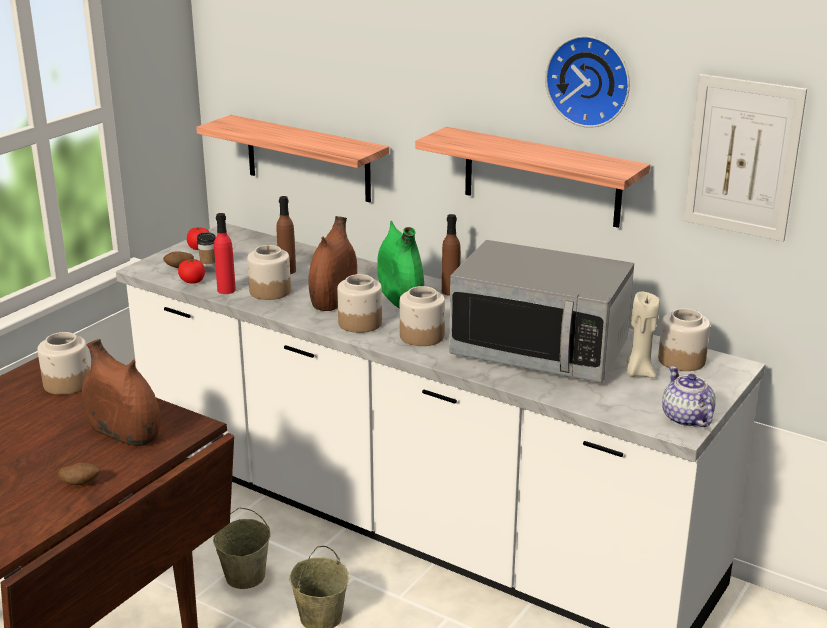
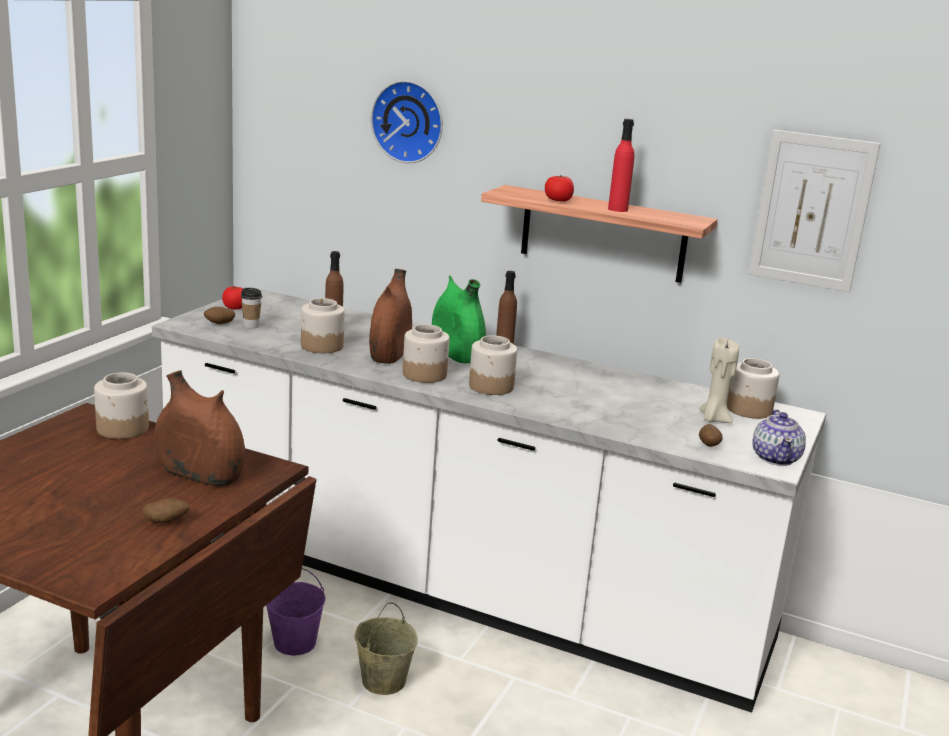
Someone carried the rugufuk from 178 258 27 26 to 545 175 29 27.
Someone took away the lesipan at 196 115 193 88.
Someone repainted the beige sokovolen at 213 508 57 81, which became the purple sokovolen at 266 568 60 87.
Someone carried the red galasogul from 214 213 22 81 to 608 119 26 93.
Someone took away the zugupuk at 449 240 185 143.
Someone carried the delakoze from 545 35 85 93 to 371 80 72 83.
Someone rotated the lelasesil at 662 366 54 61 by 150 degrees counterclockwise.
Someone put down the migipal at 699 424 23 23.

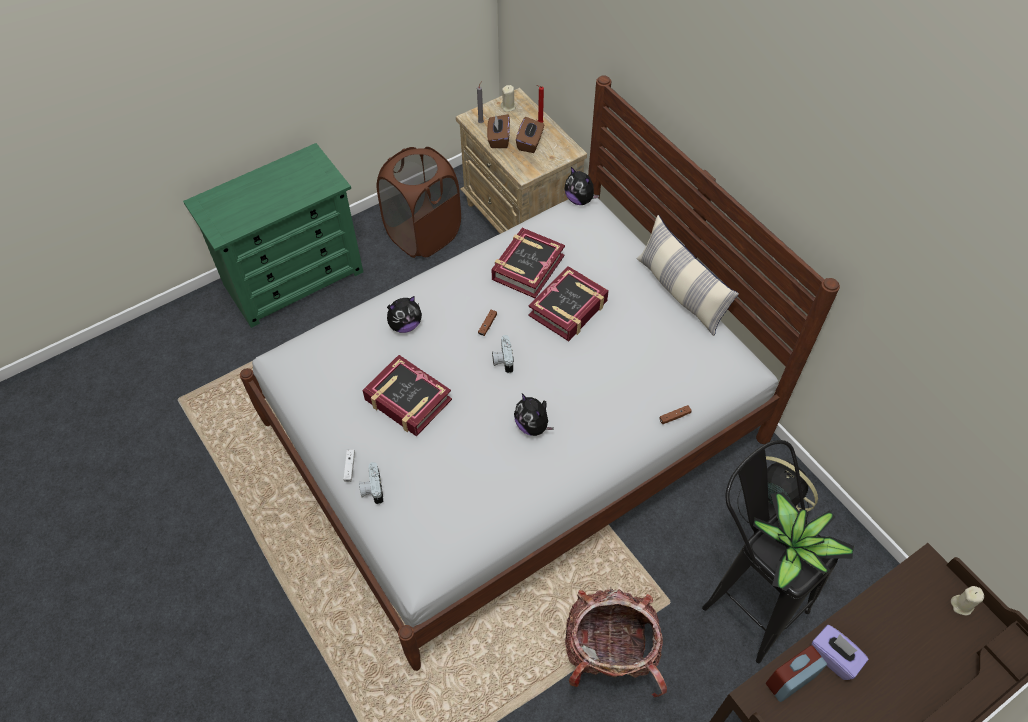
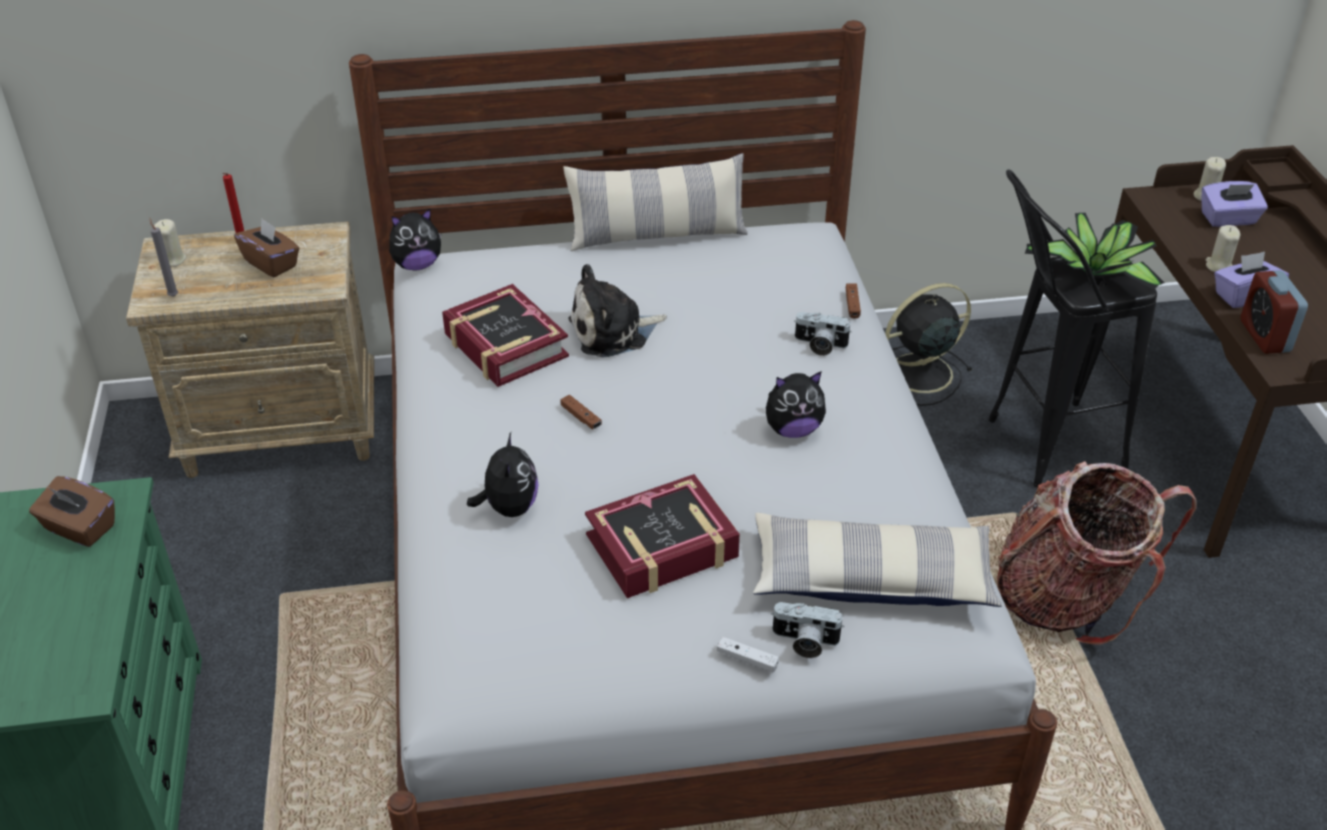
Someone took away the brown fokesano at 376 147 85 111.
Someone carried the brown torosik from 487 114 23 34 to 29 476 86 71.
Someone carried the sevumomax from 492 335 22 38 to 794 312 58 44.
Someone swapped the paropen at 528 266 81 75 for the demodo at 568 264 99 94.
Someone put down the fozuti at 753 513 249 94.
Someone put down the purple torosik at 1202 181 66 46.
Someone put down the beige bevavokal at 1205 225 35 47.

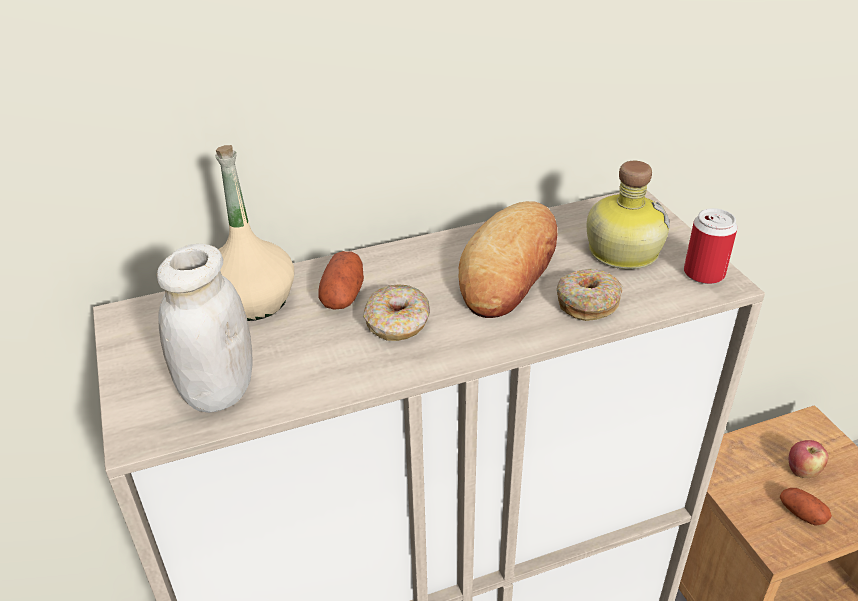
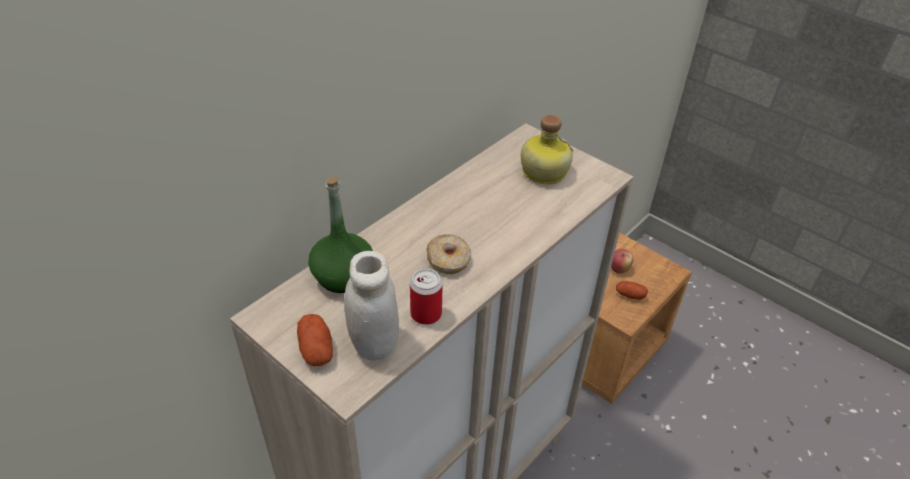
Someone repainted the beige galasogul at 215 145 79 176, which became the green galasogul at 308 177 65 116.
Someone carried the migipal from 318 251 46 59 to 297 314 36 53.
Someone took away the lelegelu at 458 201 99 117.
Someone took away the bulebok at 557 269 66 52.
Someone carried the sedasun from 684 208 54 76 to 410 269 33 56.

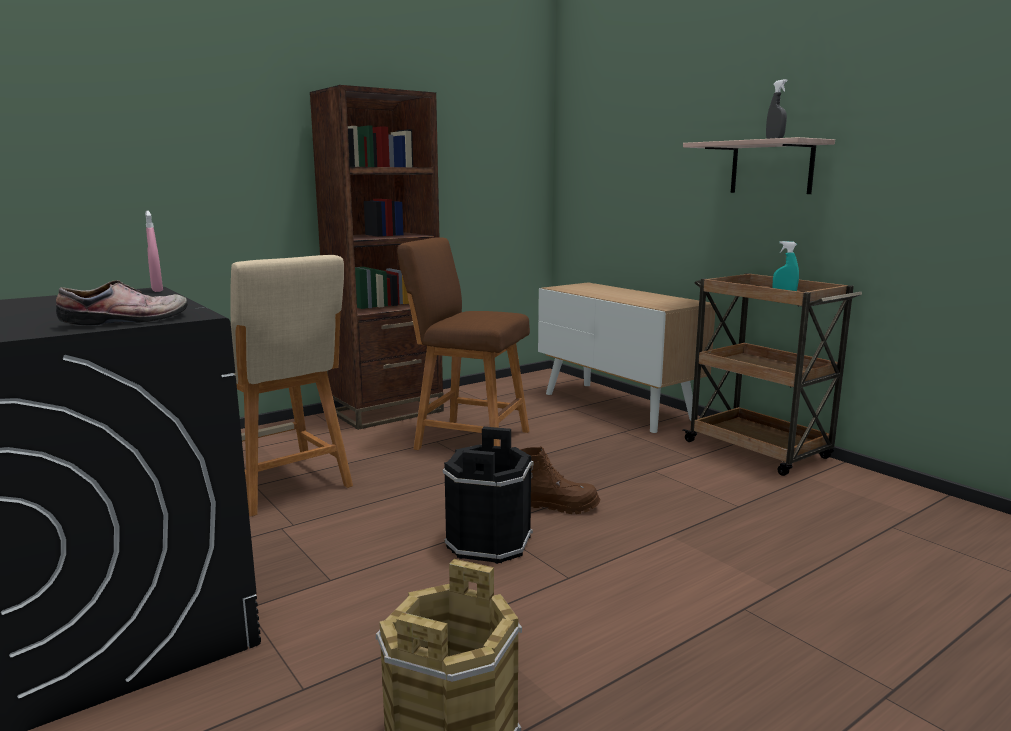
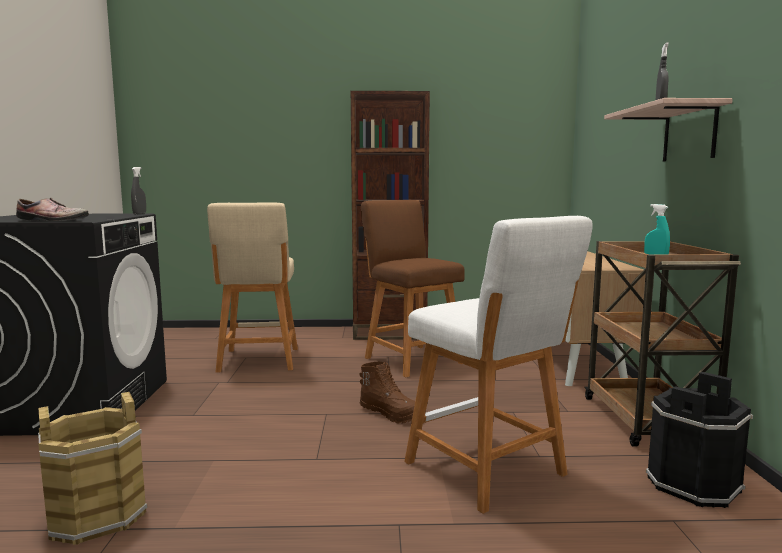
Someone repainted the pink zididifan at 145 211 18 81, which became the grey zididifan at 131 167 15 47.
Someone carried the black sokovolen from 443 427 91 137 to 646 372 107 136.
Someone put down the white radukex at 404 216 189 298.

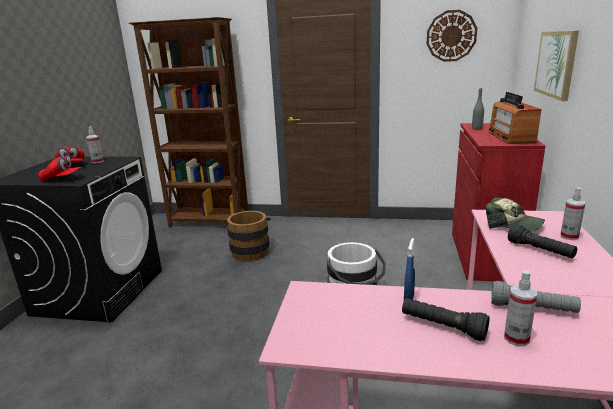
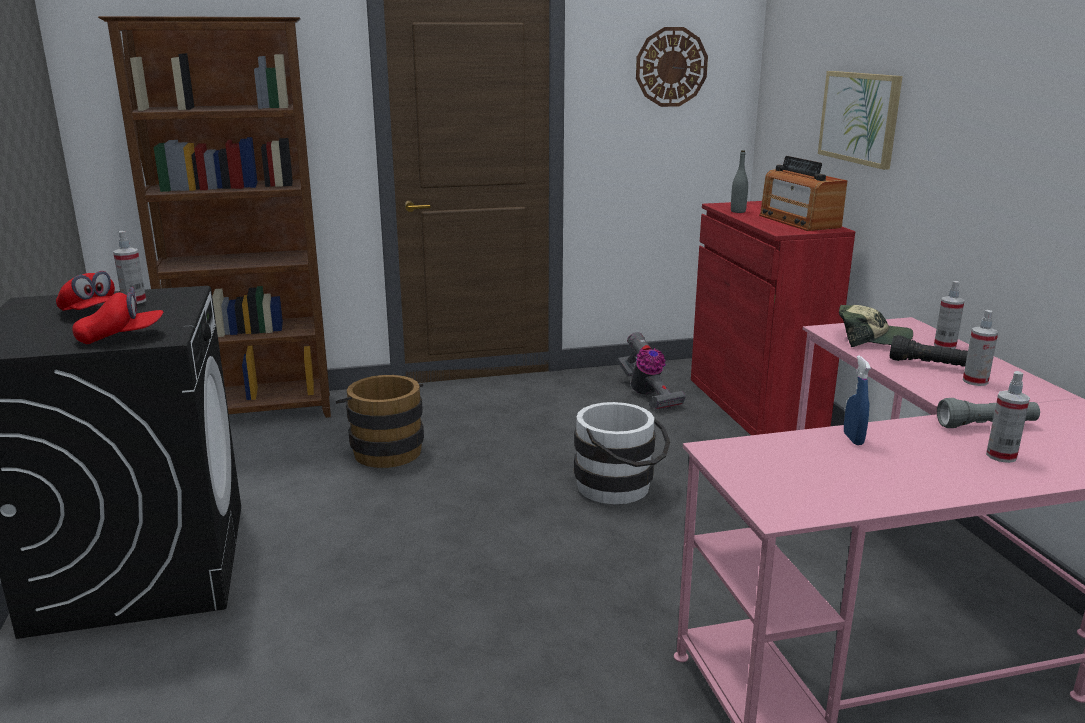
Someone took away the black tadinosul at 402 298 88 43.
Someone put down the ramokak at 617 332 69 78.
Someone put down the zididifan at 963 310 35 76.

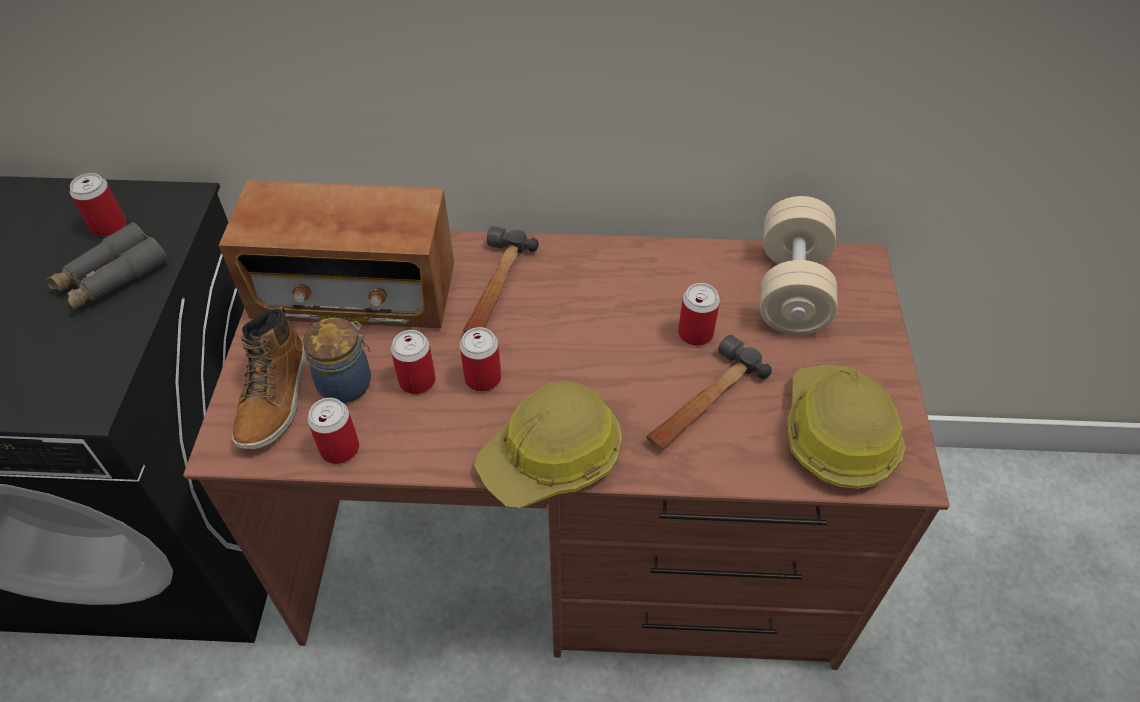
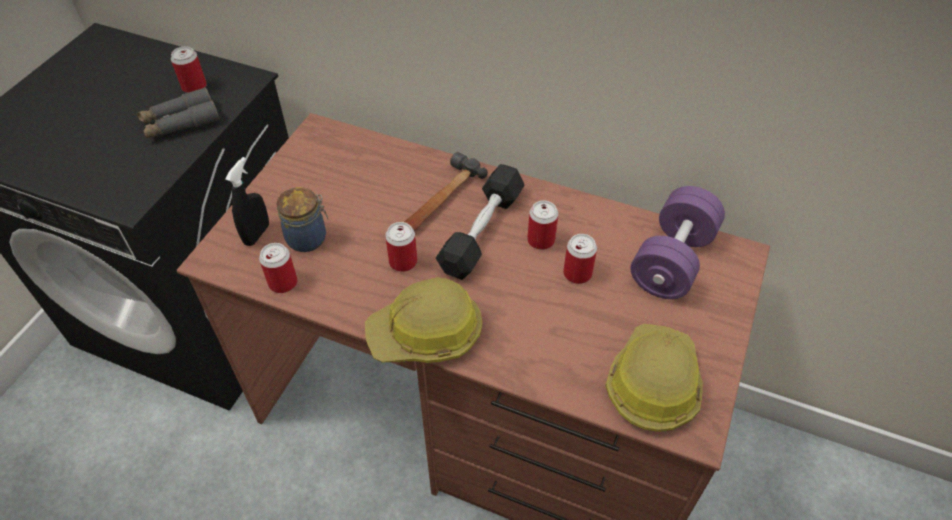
Someone took away the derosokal at 218 180 236 148.
Someone swapped the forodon at 232 307 74 142 for the black zididifan at 225 157 44 89.
Someone carried the sedasun from 391 330 45 64 to 527 201 31 49.
Someone took away the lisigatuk at 647 335 125 115.
Someone repainted the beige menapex at 760 196 78 139, which became the purple menapex at 630 186 95 113.
Someone put down the black menapex at 436 164 88 116.

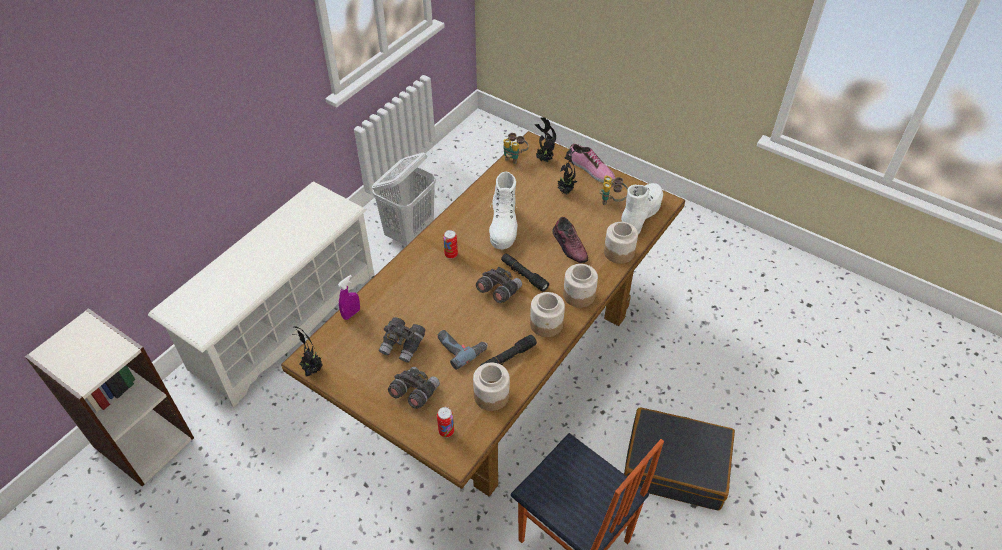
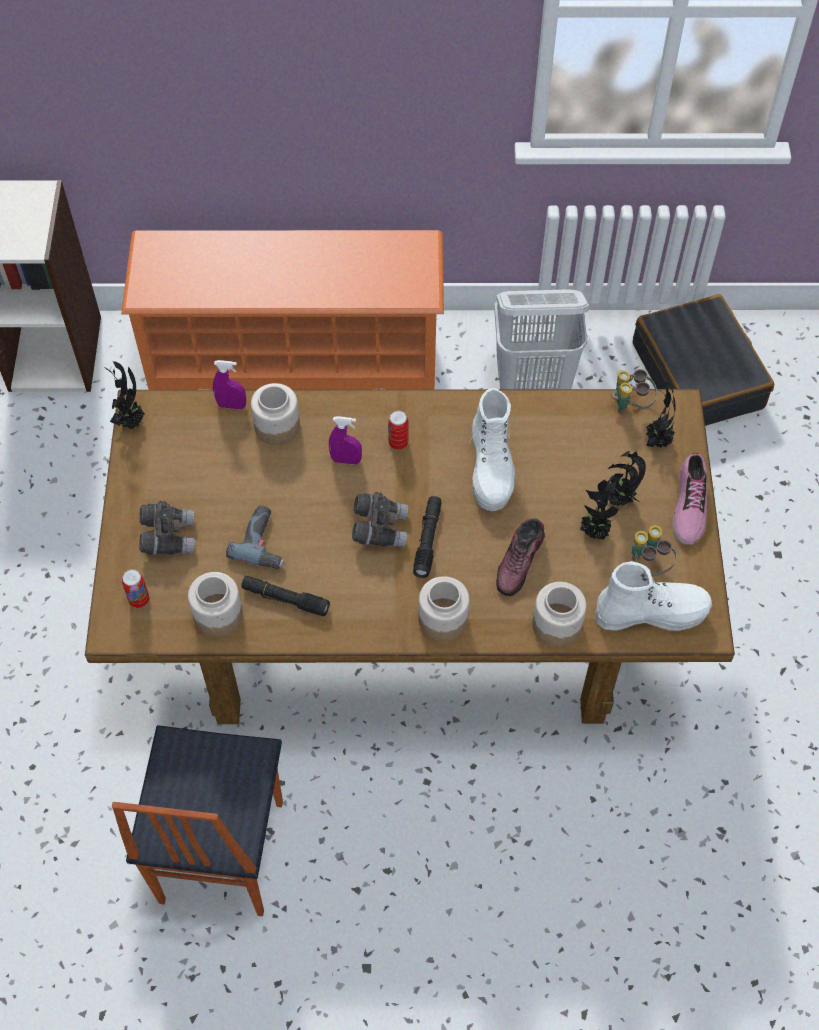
Someone repainted the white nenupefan at 148 182 226 225, which became the orange nenupefan at 121 230 323 160.
Someone took away the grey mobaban at 379 317 47 46.
Someone rotated the white forodon at 489 171 28 78 by 60 degrees counterclockwise.
Someone carried the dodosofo from 530 292 35 45 to 251 383 49 62.
Someone carried the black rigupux from 624 408 111 103 to 633 294 141 132.
Someone put down the purple zididifan at 329 416 33 49.
Someone put down the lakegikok at 580 475 39 65.

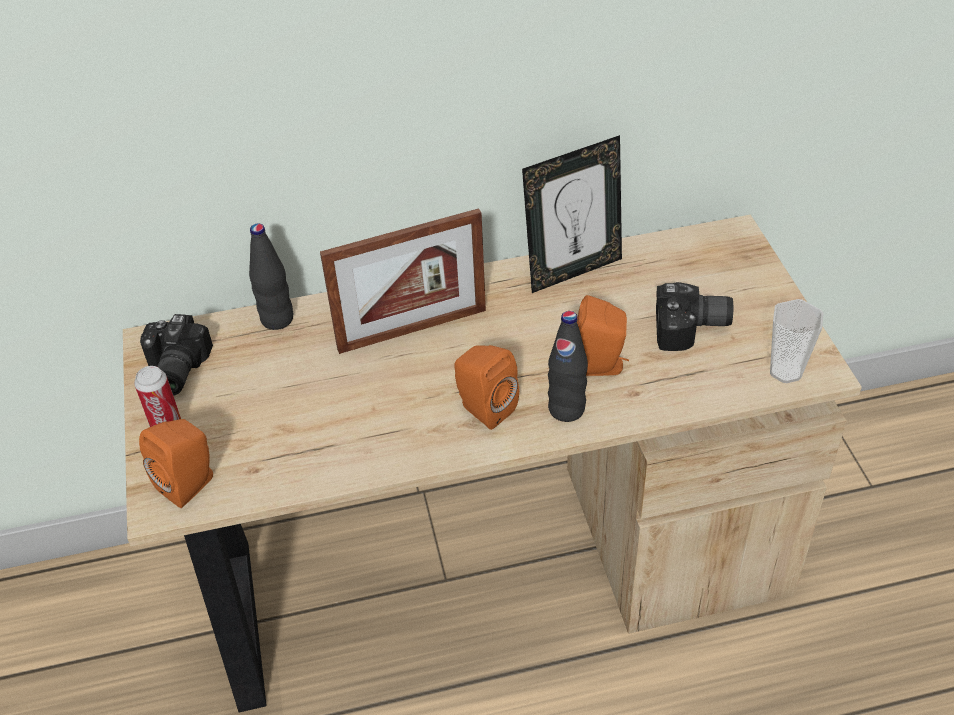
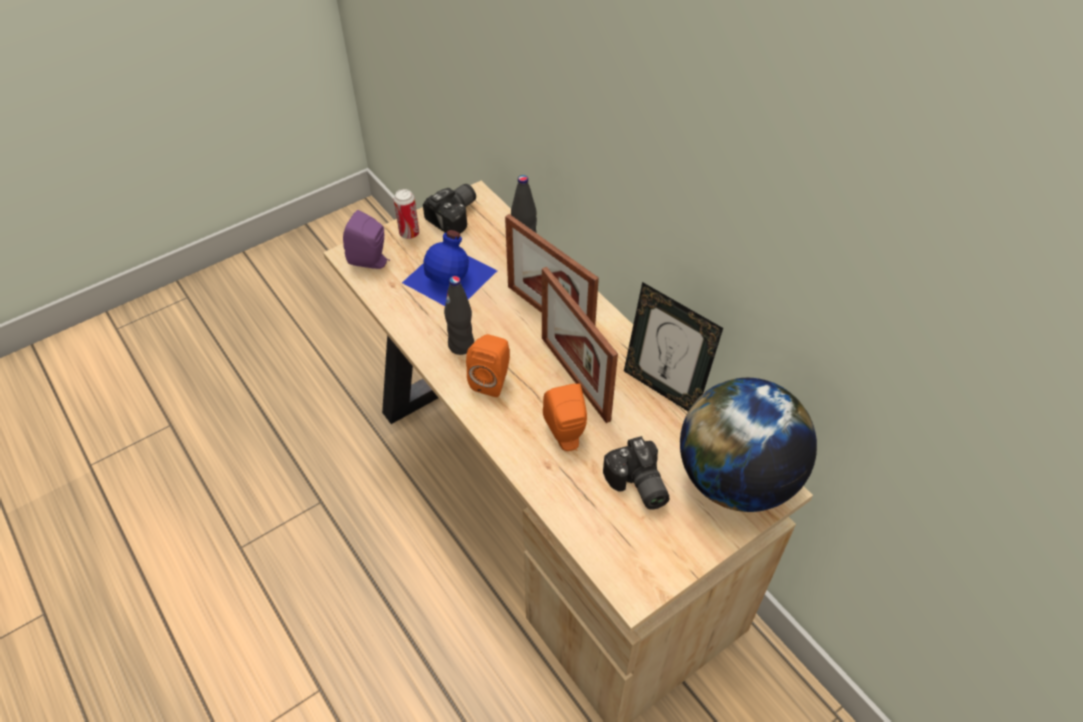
Someone repainted the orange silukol at 139 419 74 89, which became the purple silukol at 343 210 47 59.
Someone rotated the sevumomax at 140 314 73 82 by 150 degrees clockwise.
Someone carried the black galasogul from 548 311 40 111 to 444 276 30 79.
Someone took away the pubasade at 770 299 53 84.
Someone put down the blue galasogul at 402 230 95 76.
Someone put down the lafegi at 542 267 76 156.
Someone put down the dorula at 680 378 137 134.

